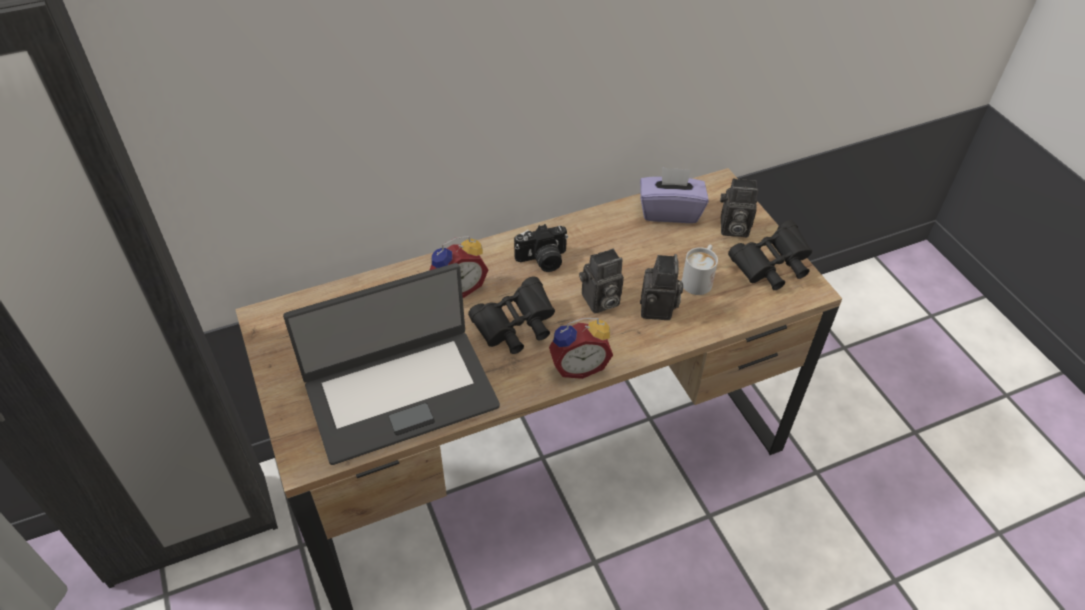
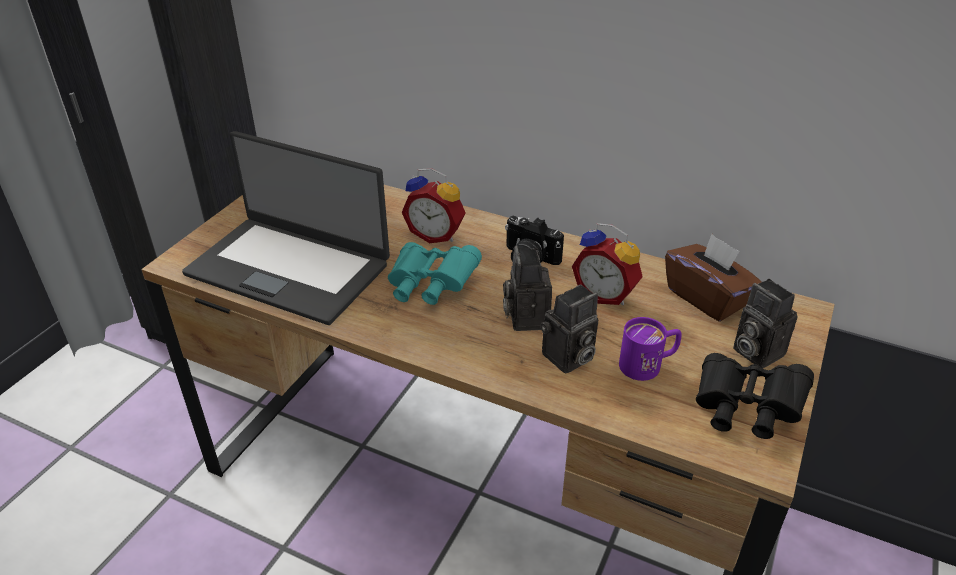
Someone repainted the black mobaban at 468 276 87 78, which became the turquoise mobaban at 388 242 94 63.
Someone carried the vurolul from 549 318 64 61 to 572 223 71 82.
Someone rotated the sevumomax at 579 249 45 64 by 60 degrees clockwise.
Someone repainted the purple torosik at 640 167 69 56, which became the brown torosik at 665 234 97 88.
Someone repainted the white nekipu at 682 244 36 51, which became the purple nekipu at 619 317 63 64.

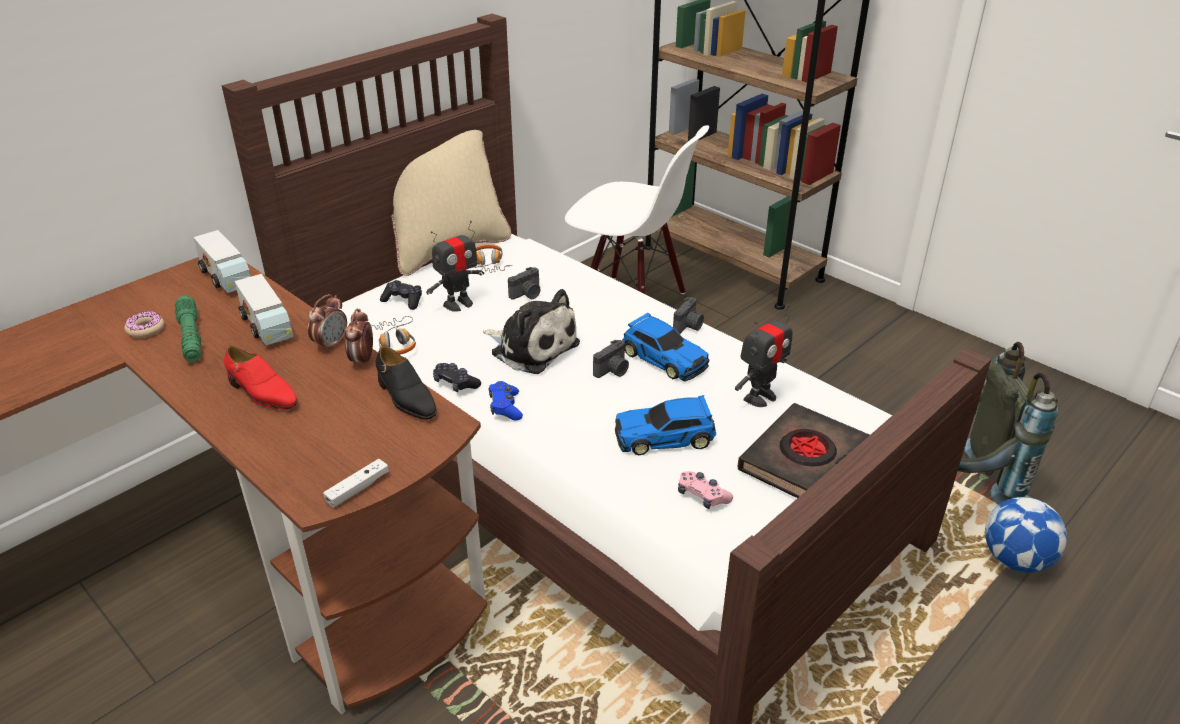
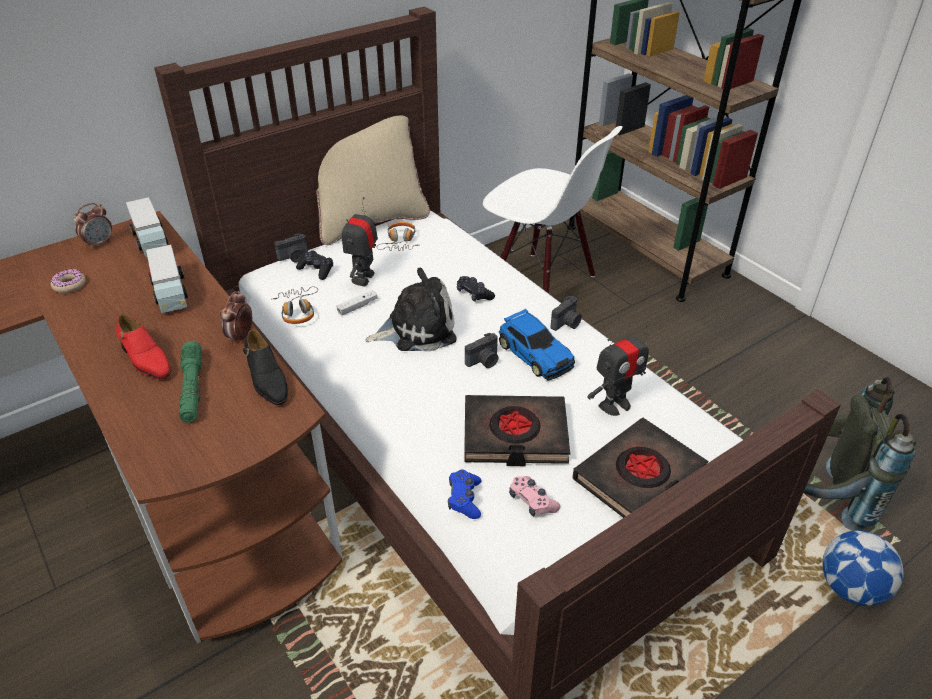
Someone carried the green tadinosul from 175 296 26 66 to 179 341 23 82.
Someone carried the vurolul from 308 294 39 58 to 74 203 38 46.
Someone carried the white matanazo from 323 459 66 49 to 336 290 42 26.
Someone rotated the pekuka at 426 221 58 91 by 135 degrees clockwise.
Someone carried the black matanazo from 433 363 48 29 to 457 276 38 25.
Someone rotated the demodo at 483 289 97 85 by 60 degrees counterclockwise.
Someone carried the blue matanazo from 488 381 35 40 to 448 469 33 50.
Someone carried the sevumomax from 508 267 32 33 to 274 233 34 30.
Someone swapped the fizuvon at 615 395 101 60 for the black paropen at 464 395 106 71.

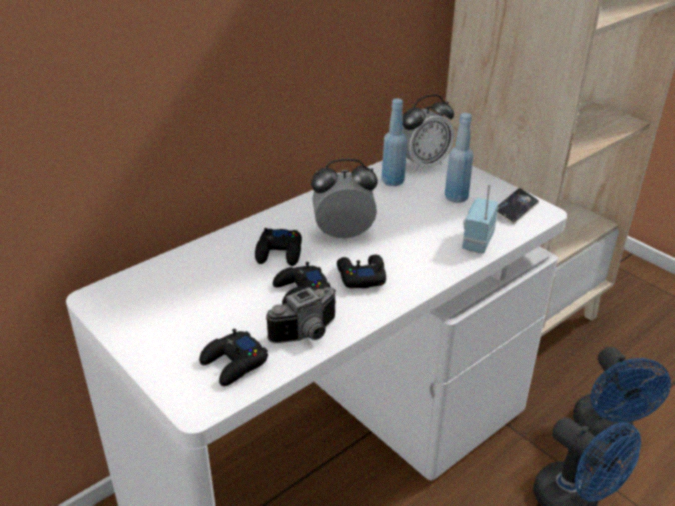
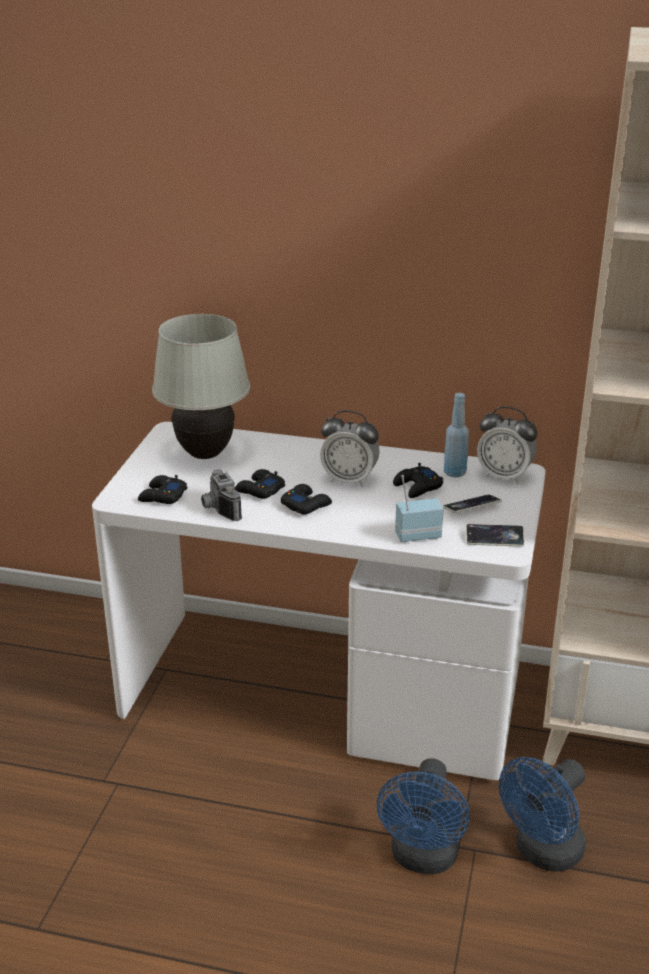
Someone carried the black matanazo from 255 228 47 38 to 393 463 50 35.
Someone rotated the sevumomax at 266 287 70 56 by 45 degrees clockwise.
Someone rotated the vurolul at 311 159 66 81 by 150 degrees clockwise.
Someone swapped the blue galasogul at 445 113 28 90 for the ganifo at 443 494 59 19.
Someone put down the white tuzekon at 152 314 98 145.

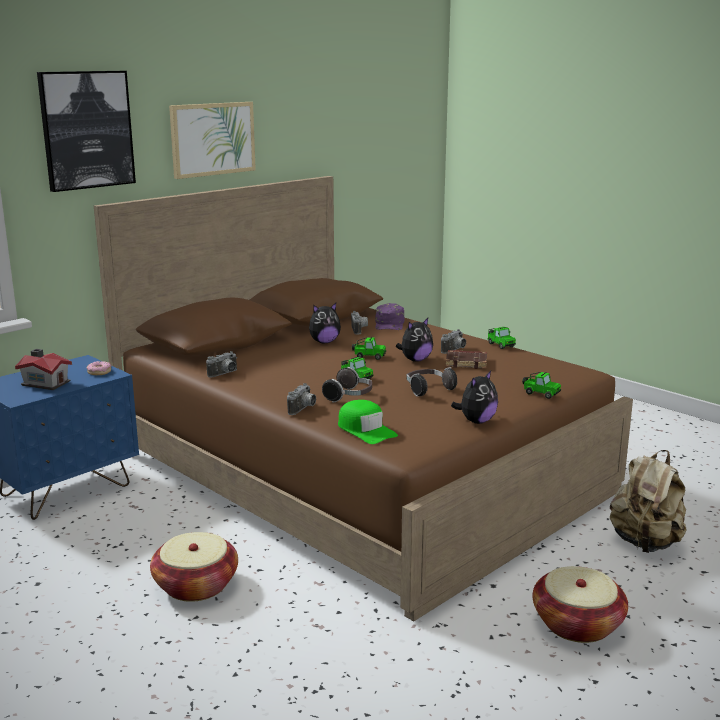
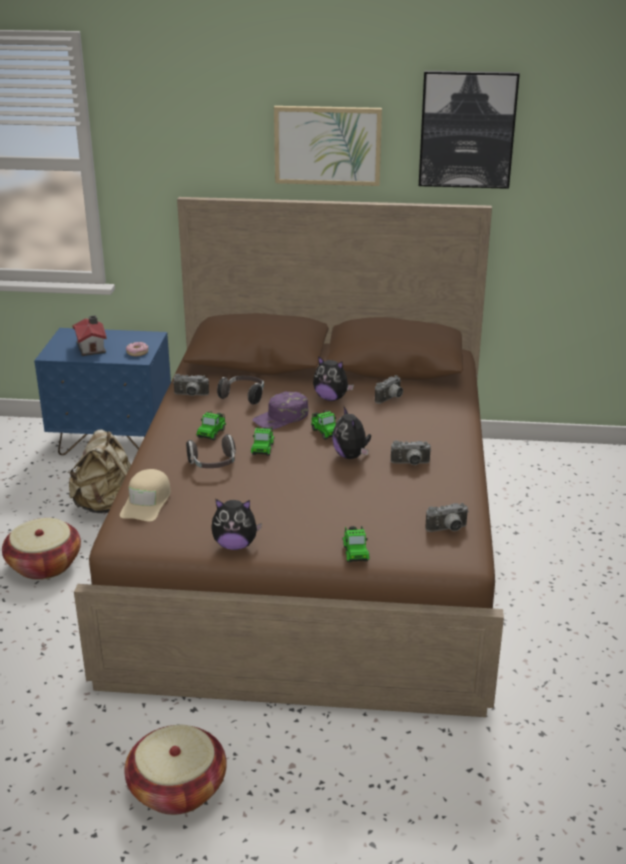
Someone carried the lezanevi from 37 71 99 121 to 419 71 101 118.
Someone carried the sevumomax from 287 383 29 32 to 425 503 44 29.
Someone repainted the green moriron at 338 400 60 44, which became the beige moriron at 120 469 51 52.
Someone carried the purple moriron from 375 303 30 27 to 252 392 56 38.
Someone rotated the demodo at 396 318 37 44 by 60 degrees clockwise.
Someone carried the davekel from 407 367 50 30 to 217 376 47 28.
Someone took away the brown paropen at 445 350 42 19.
Someone carried the fizuvon from 487 327 29 22 to 196 411 30 29.
Someone carried the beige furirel from 609 450 78 103 to 68 430 63 83.

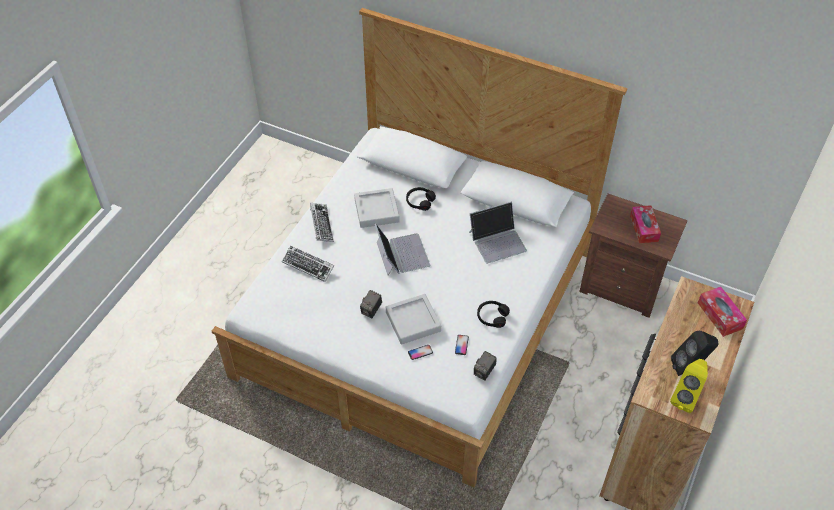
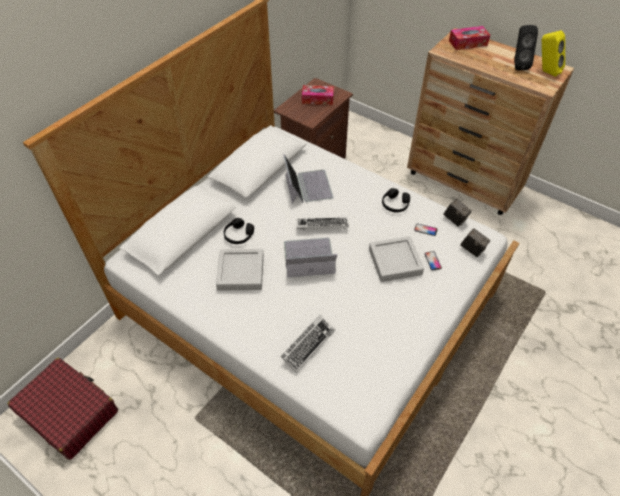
Someone carried the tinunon from 310 203 24 39 to 296 218 53 12.
Someone carried the sevumomax from 360 290 22 28 to 460 228 31 29.
Someone put down the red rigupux at 8 358 110 102.

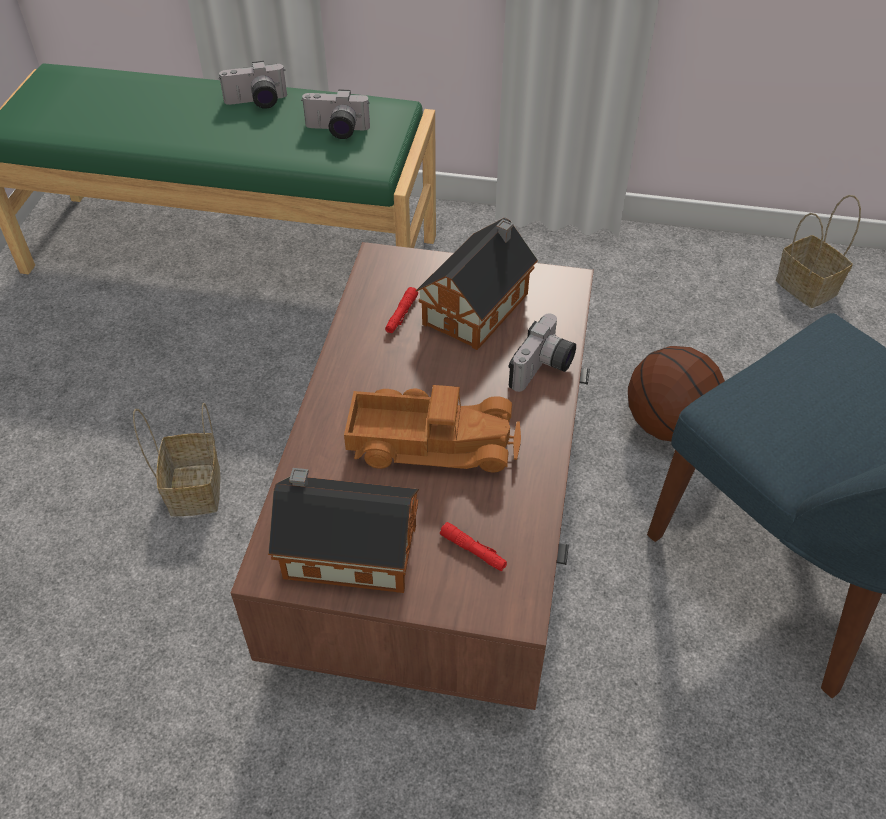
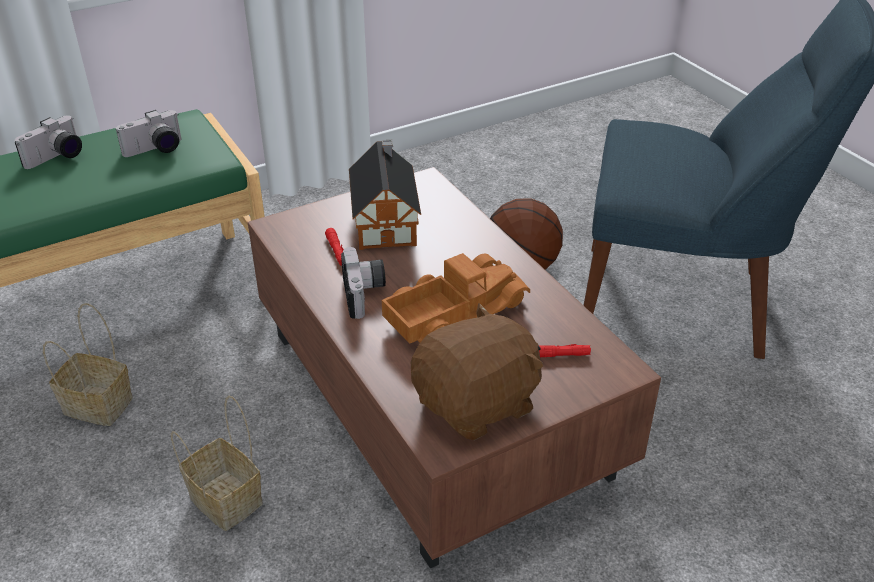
Someone swapped the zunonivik at 268 468 151 125 for the brown demodo at 410 303 133 137.
Someone carried the sevumomax from 509 314 67 78 to 341 247 45 72.
Someone carried the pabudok from 776 195 85 113 to 43 303 90 123.

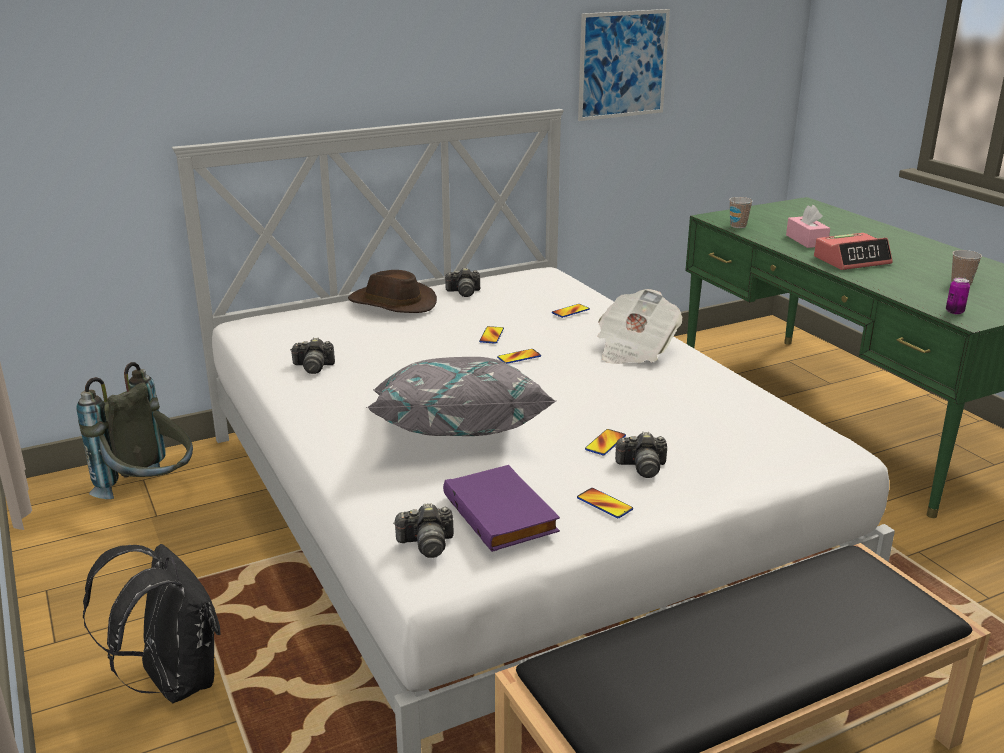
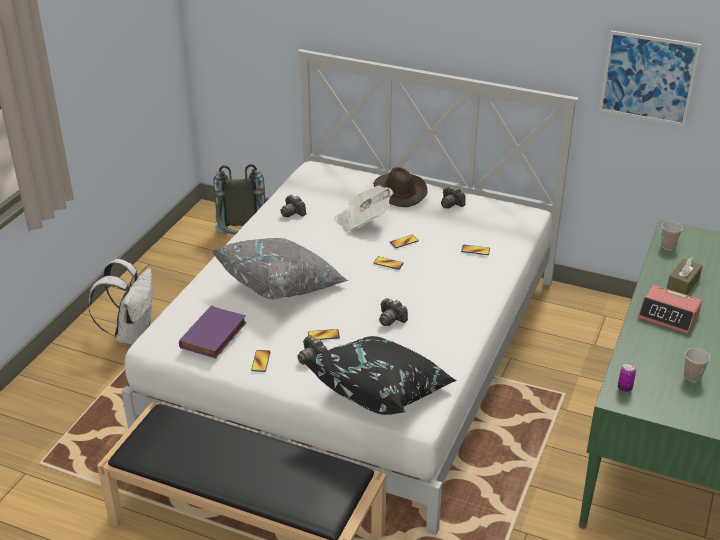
Someone repainted the black furirel at 83 544 137 159, which became the white furirel at 88 259 66 86.
Someone carried the sevumomax from 393 503 61 55 to 379 298 29 28.
Someone carried the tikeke from 597 289 86 75 to 334 185 59 46.
Someone repainted the pink torosik at 786 205 44 43, which became the brown torosik at 667 257 36 38.
Someone put down the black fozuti at 302 336 155 79.

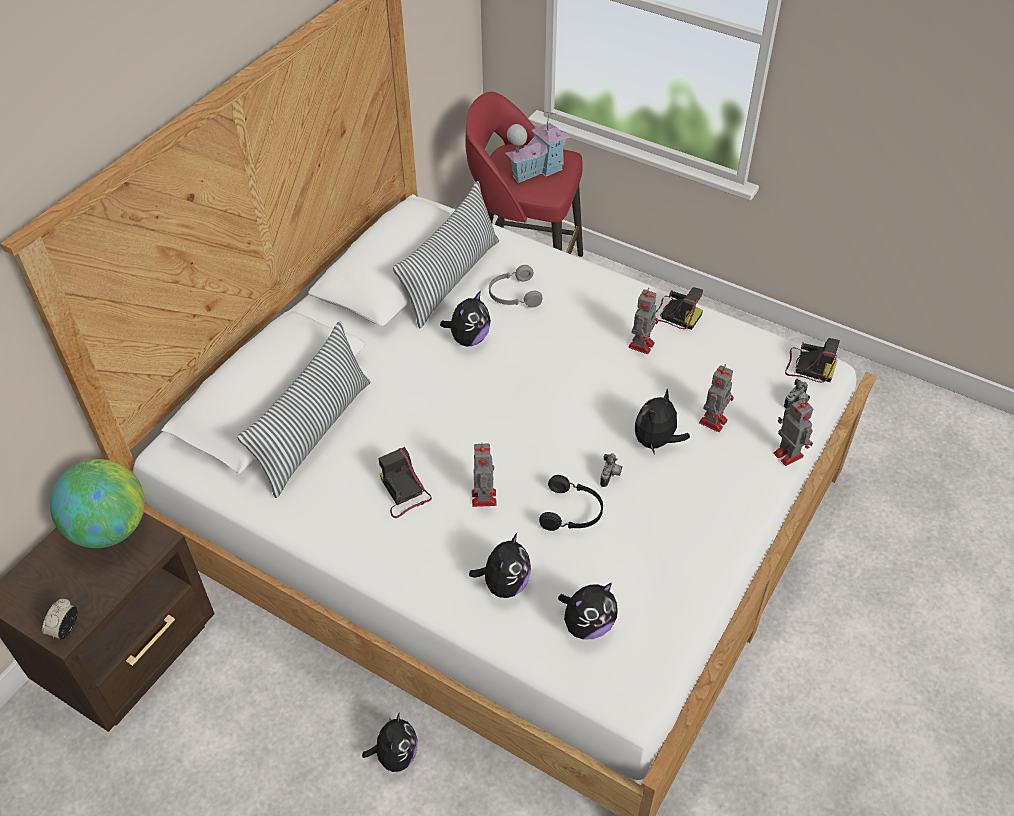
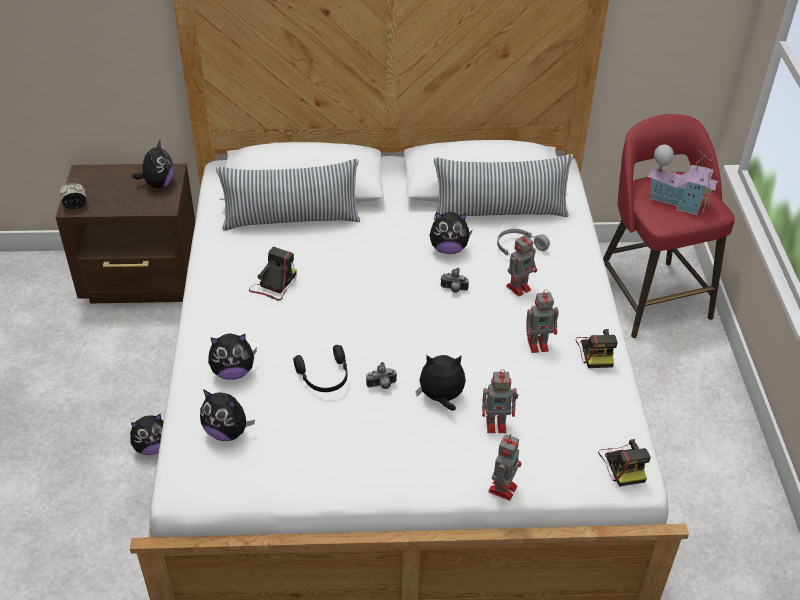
Someone swapped the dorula at 50 459 95 89 for the demodo at 133 141 41 47.
Someone carried the pekuka from 472 443 25 64 to 506 233 31 64.
Someone carried the sevumomax from 784 379 26 30 to 440 268 29 25.

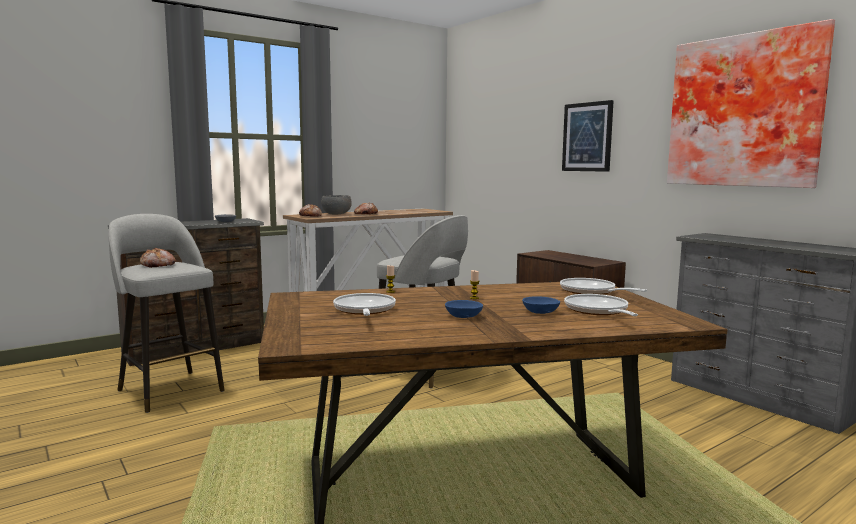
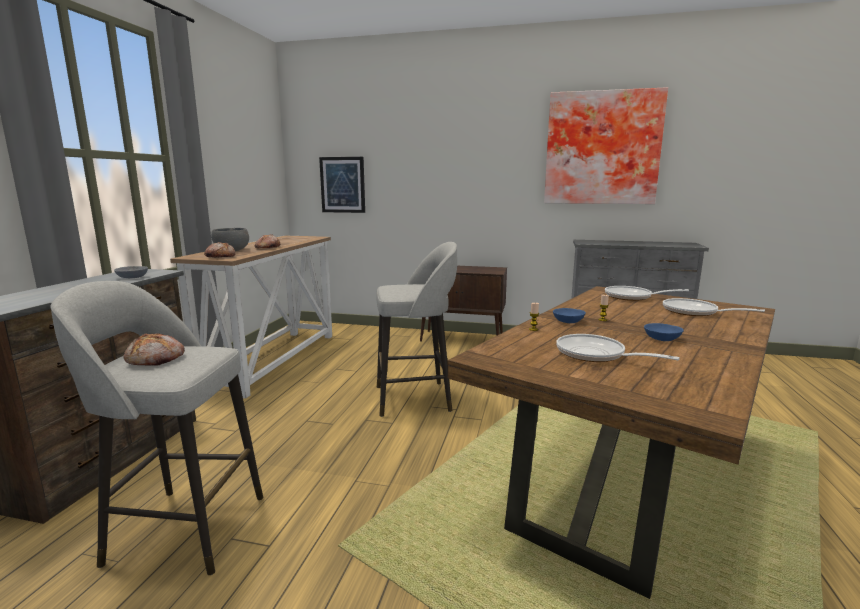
Someone carried the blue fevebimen from 522 296 38 18 to 553 308 33 15.
Someone carried the lezanevi from 562 100 52 72 to 319 157 46 56.

